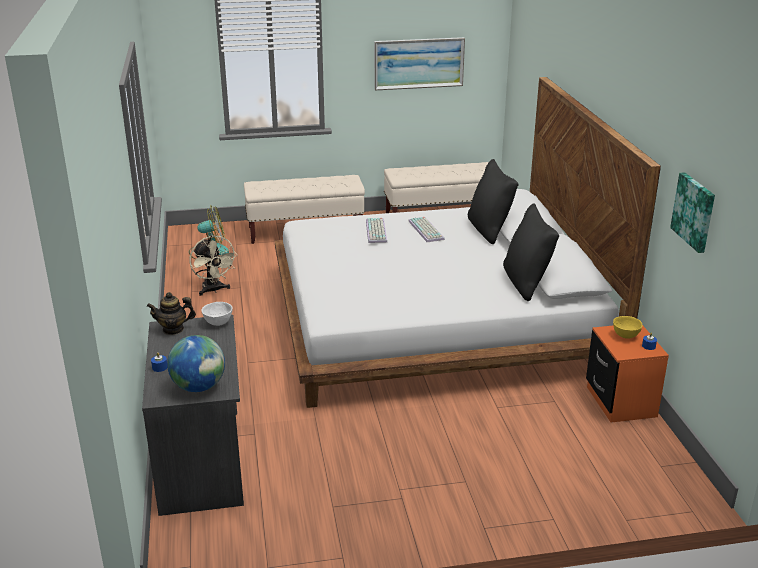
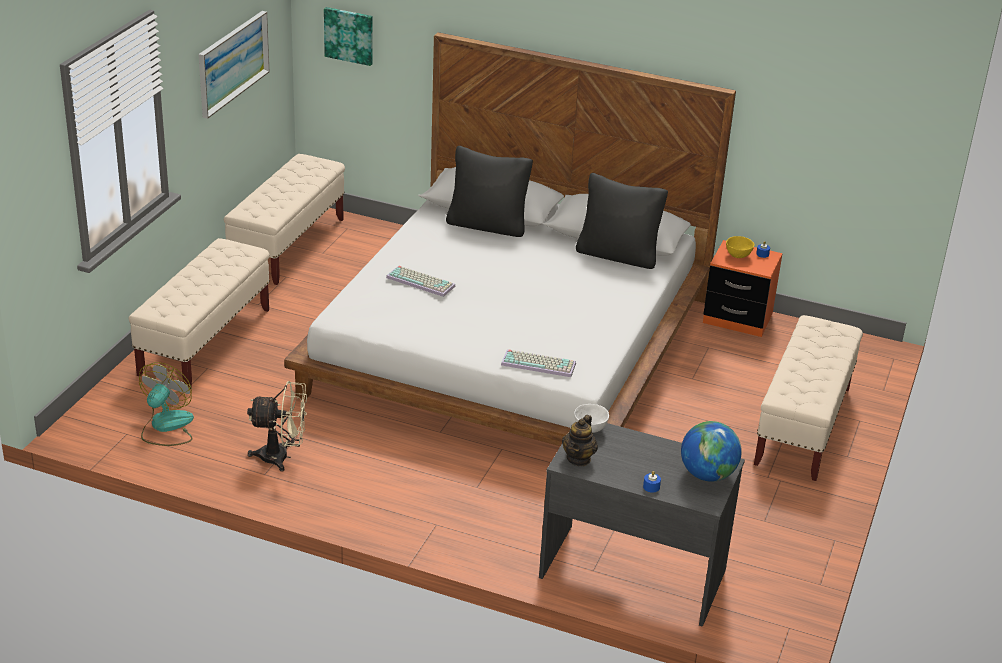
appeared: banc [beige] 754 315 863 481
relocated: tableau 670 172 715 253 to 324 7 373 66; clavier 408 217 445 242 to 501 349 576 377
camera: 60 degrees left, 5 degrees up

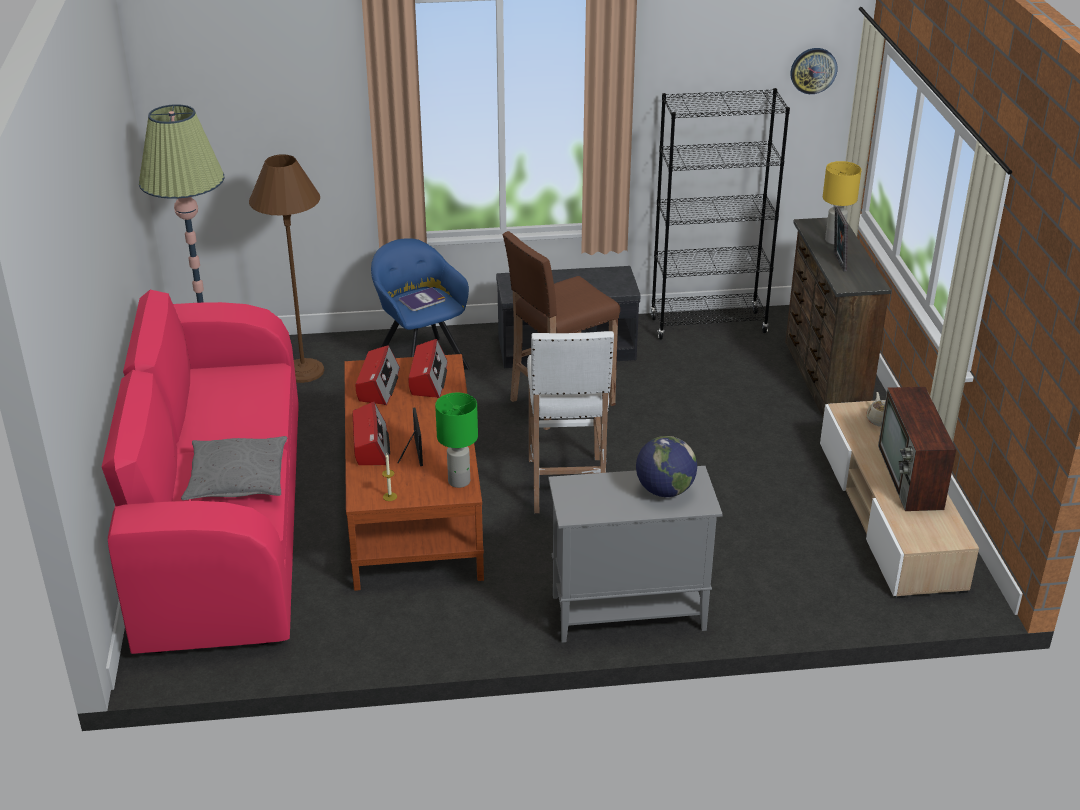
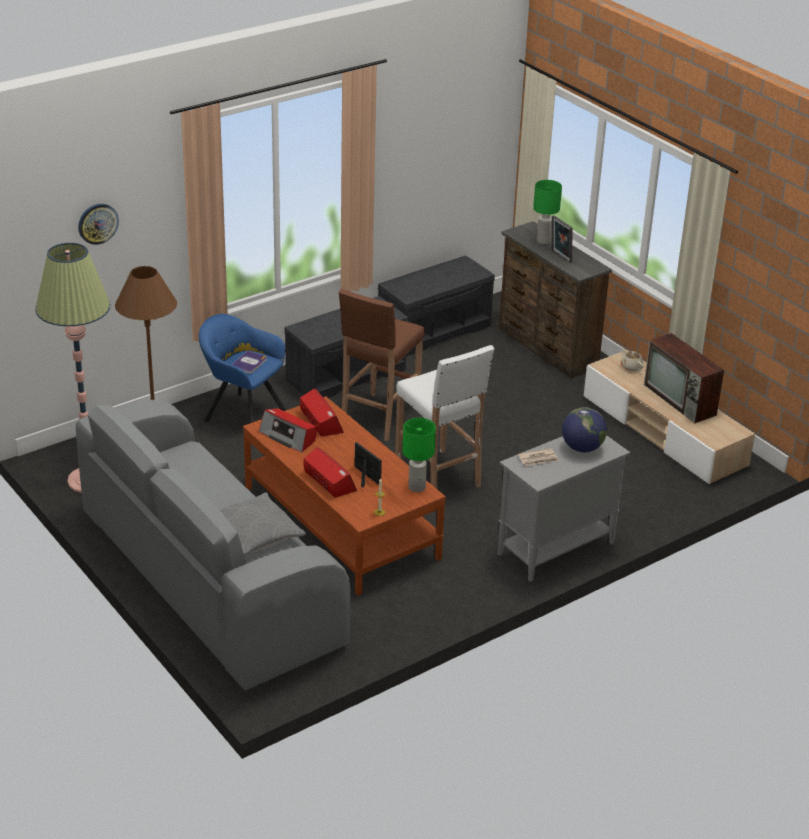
appeared: journal 518 448 559 466
relocated: horloge murale 791 48 838 94 to 78 204 119 245
exchanged: bibliothèque [noir] 650 88 790 340 to banc [gris] 378 256 495 357
colour: canapé [rose] 102 289 299 654 to canapé [gris] 76 400 350 690; lampe de table [jaune] 823 161 861 245 to lampe de table [vert] 533 180 562 244
spun: radio 356 345 400 405 = 259 408 316 453 150 degrees clockwise
camera: 30 degrees left, 0 degrees up

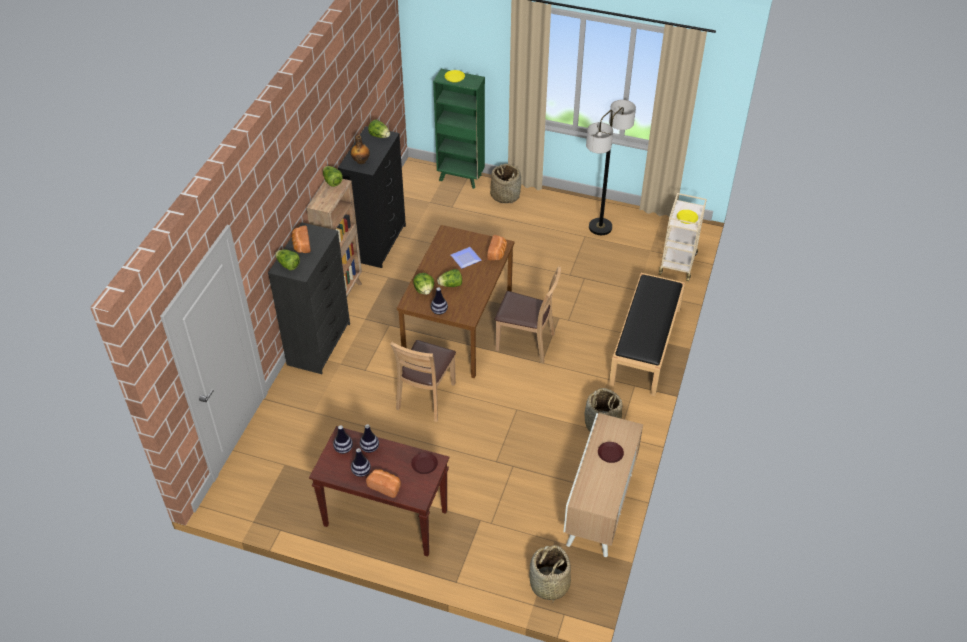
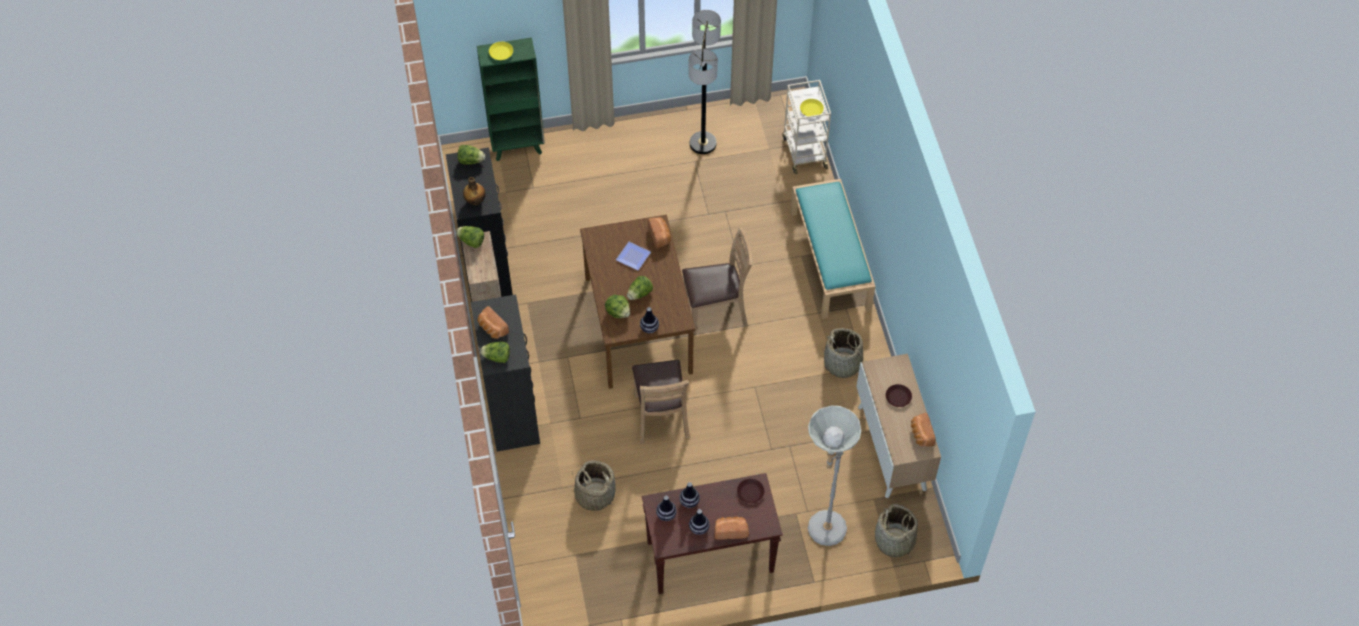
appeared: lampadaire [gris] 808 406 861 546; pain 911 413 936 447
relocated: panier 490 164 521 203 to 572 460 615 511
colour: banc [noir] 609 273 685 396 to banc [turquoise] 790 179 875 319
camera: 30 degrees left, 10 degrees up

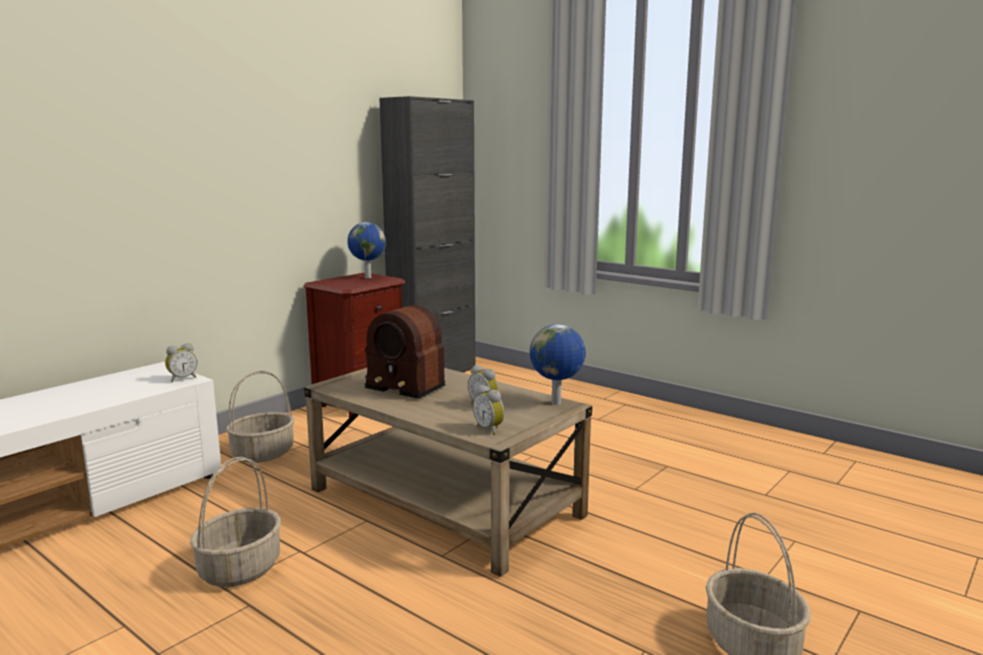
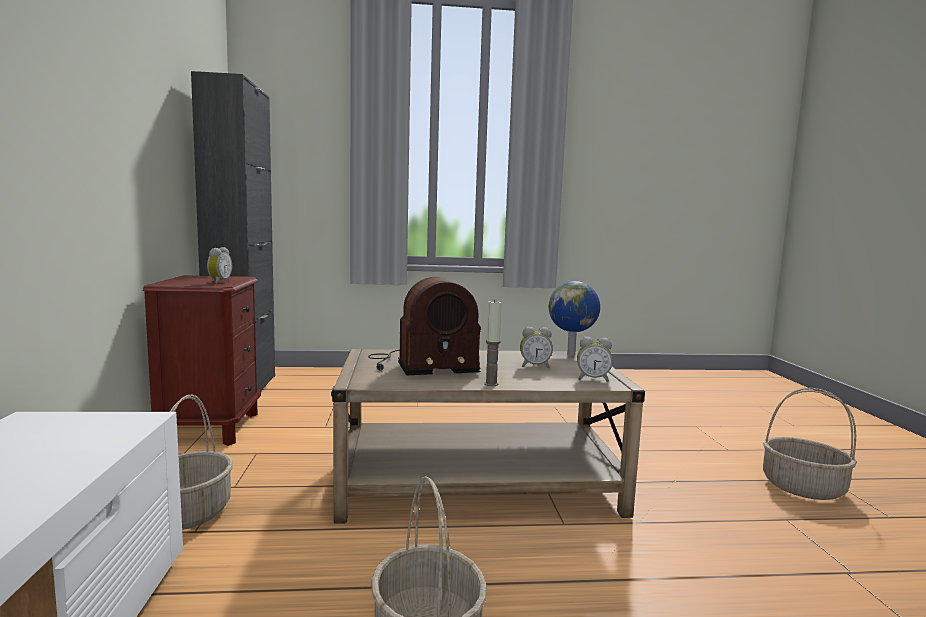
missing: globe 347 222 386 279
appeared: bougie 484 299 502 386
relocated: réveil 165 343 197 382 to 207 247 232 284
camera: 45 degrees left, 5 degrees down

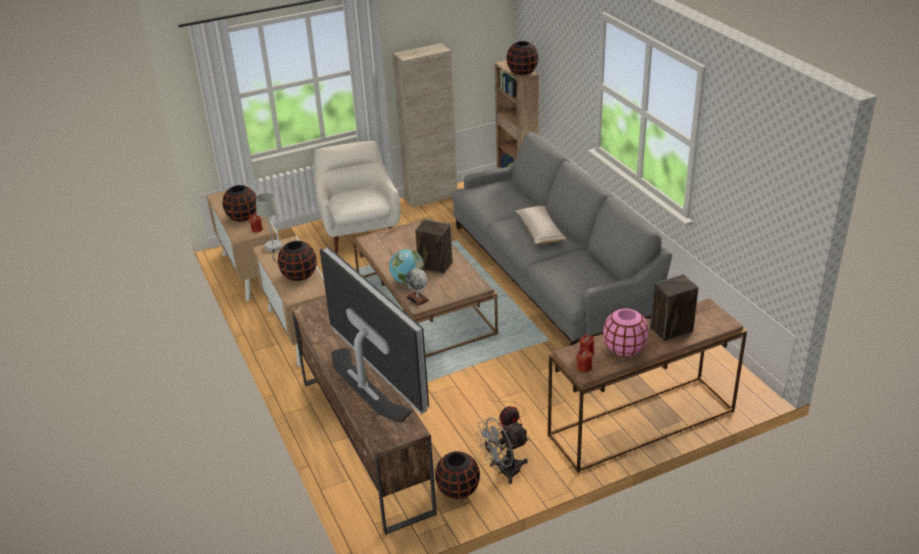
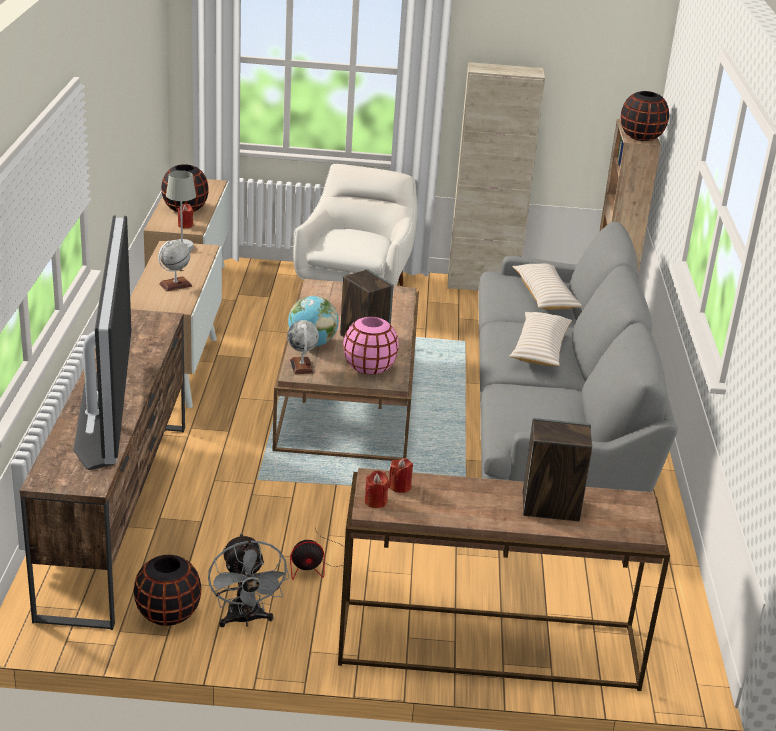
appeared: coussin [beige] 512 264 582 310
relocated: vase [rose] 603 309 649 356 to 343 317 399 375
exchanged: vase [noir] 278 241 317 281 to globe 158 240 192 291
spun: ventilateur [gris] 476 417 529 484 = 208 533 290 627 105 degrees counterclockwise
camera: 25 degrees right, 5 degrees down

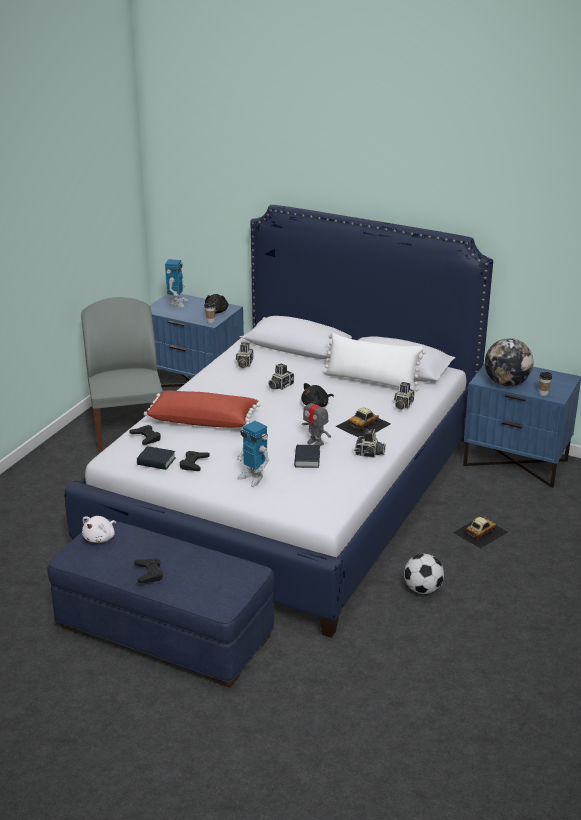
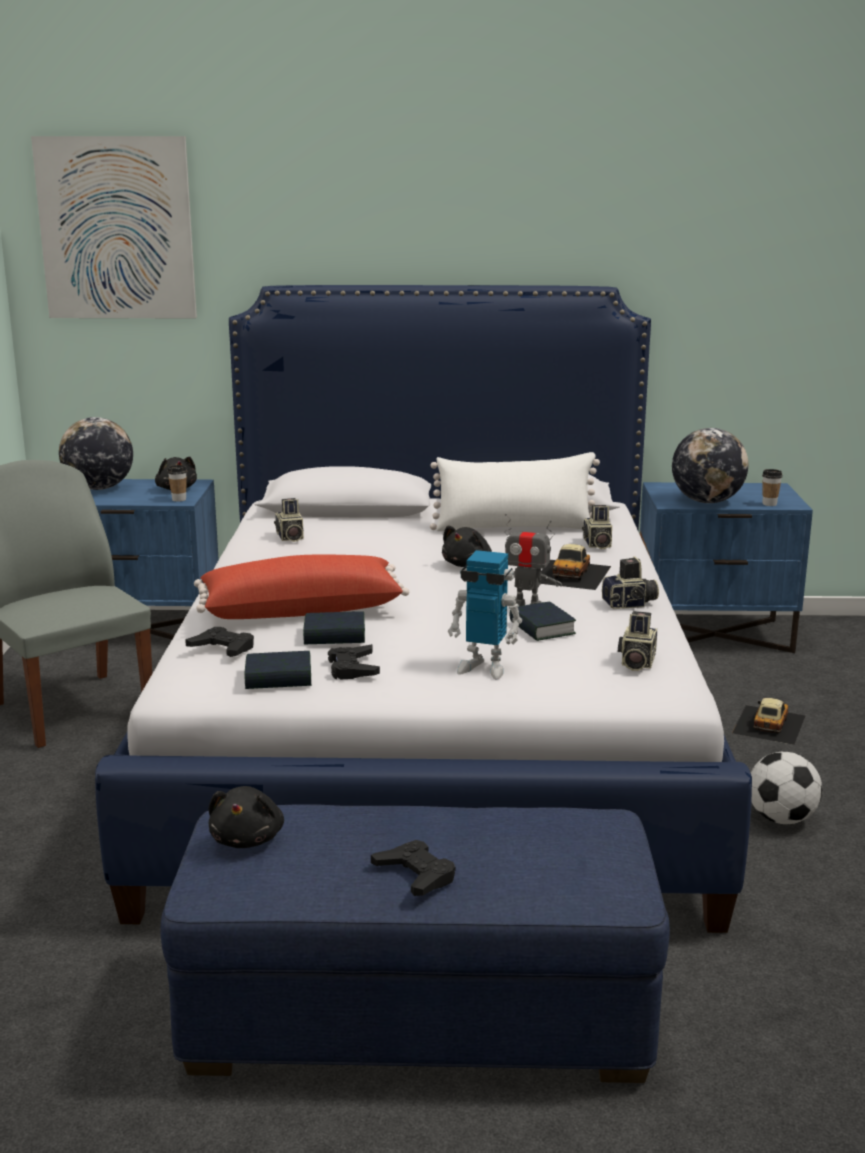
appeared: tableau 31 136 197 318; livre 303 611 365 644
relocated: appareil photo 268 363 294 390 to 618 611 657 671
exchanged: robot jouet 165 259 188 307 to globe 59 417 133 490
colour: peluche [blanc] 82 516 116 543 to peluche [noir] 209 786 284 848
camera: 25 degrees left, 10 degrees down

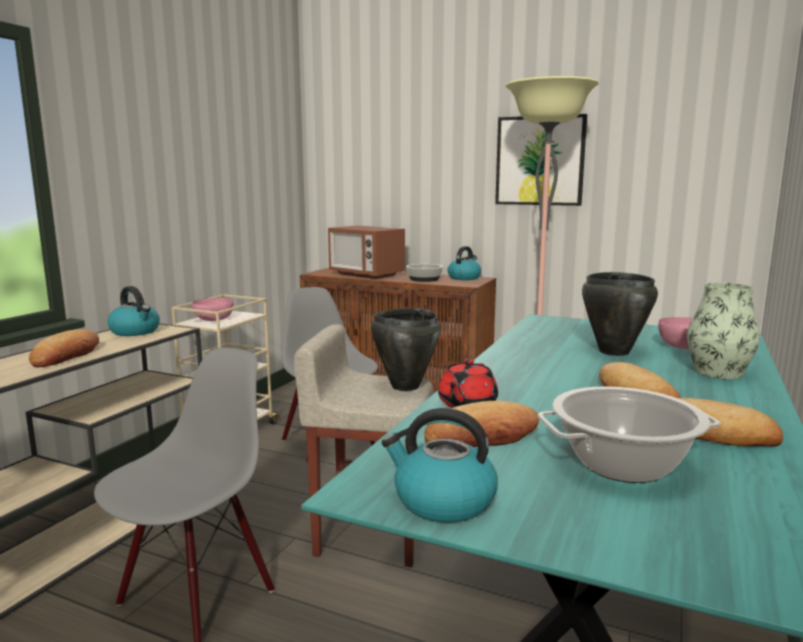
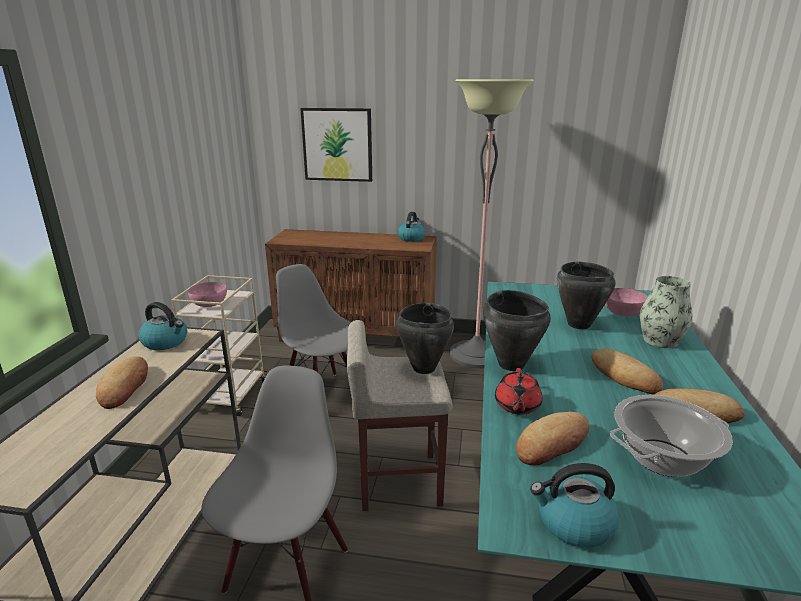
missing: micro-ondes 328 225 405 279; bol 406 264 443 282
appeared: marmite [noir] 483 290 551 371
relocated: tableau 495 114 587 206 to 300 108 372 182
camera: 15 degrees left, 10 degrees up

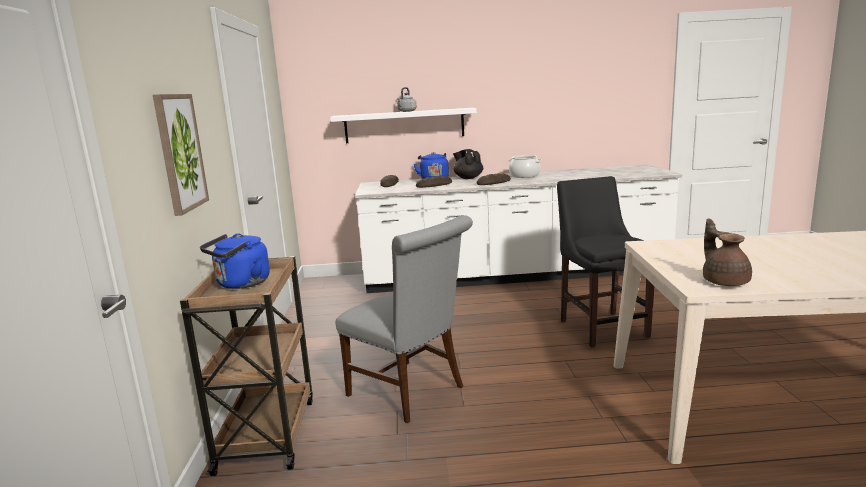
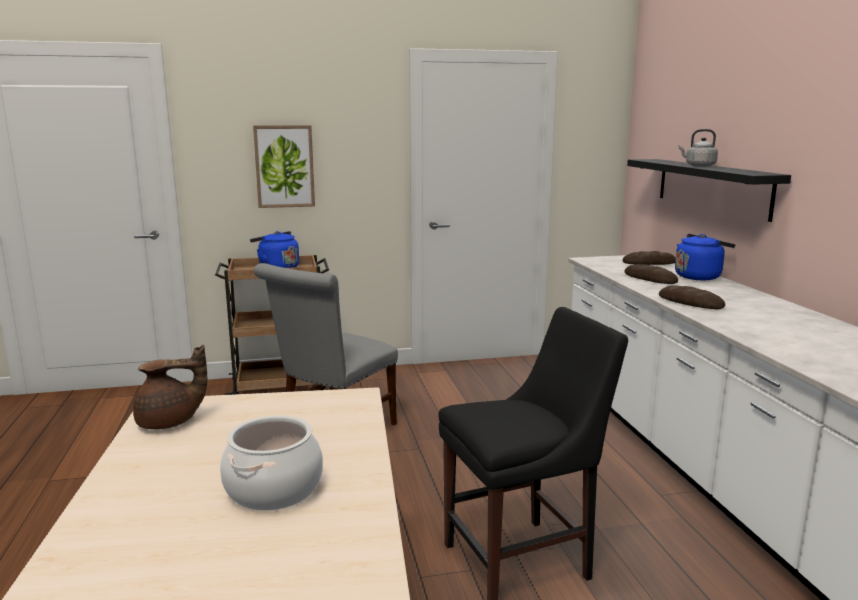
missing: théière [noir] 453 149 483 179
relocated: marmite 508 155 541 178 to 220 415 323 511
colour: étagère [blanc] 330 108 477 143 to étagère [noir] 627 159 791 222
camera: 80 degrees right, 0 degrees up

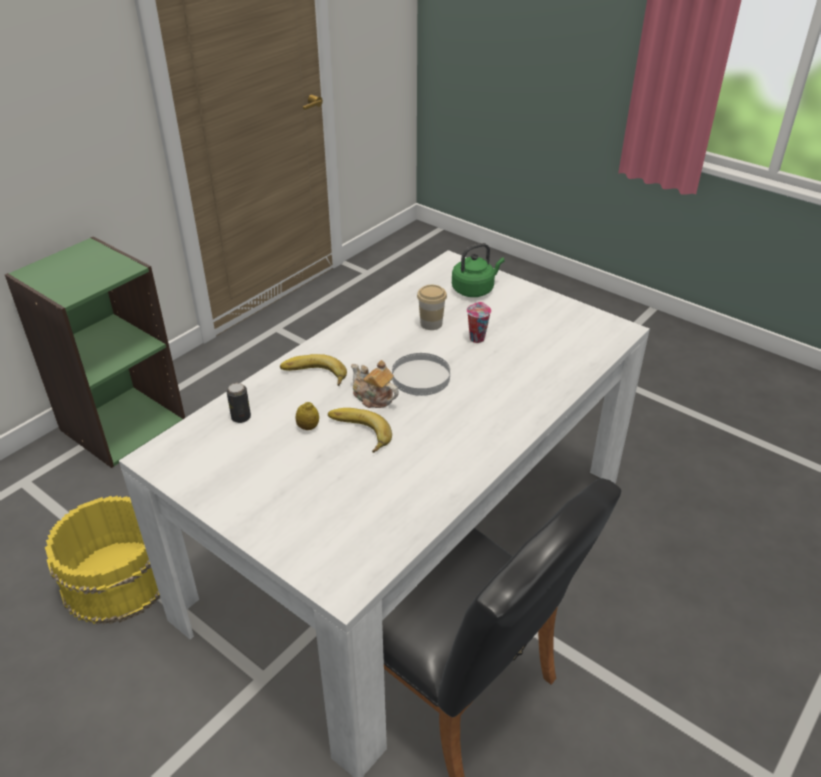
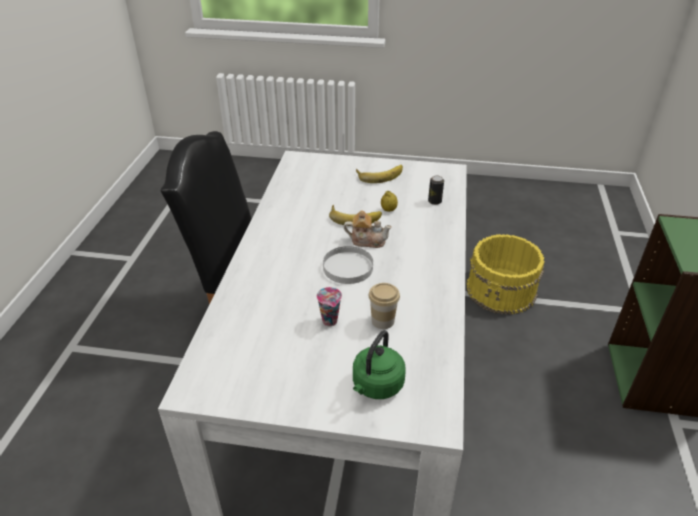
relocated: banane 280 354 347 386 to 356 165 403 183
camera: 150 degrees right, 0 degrees up

